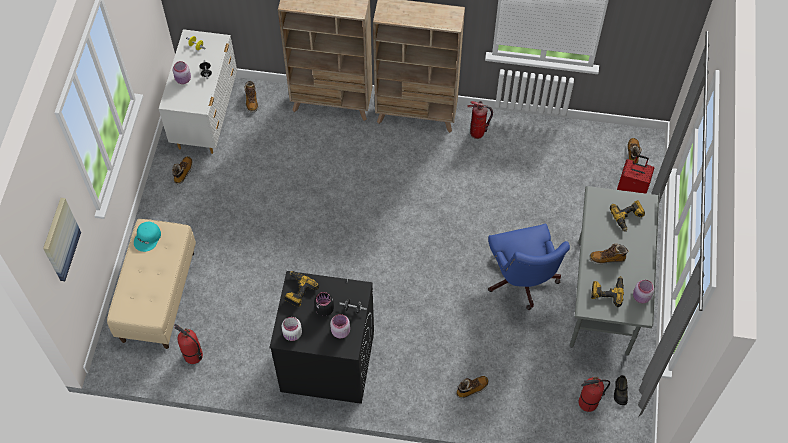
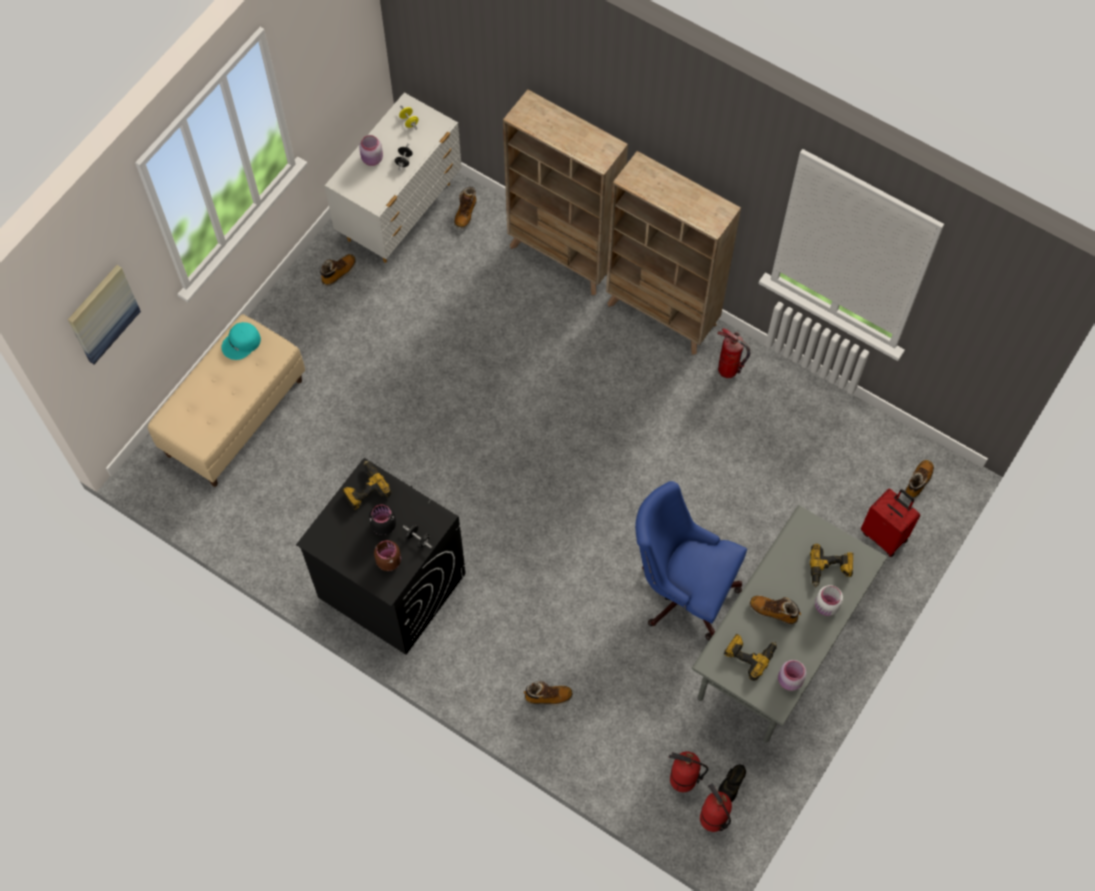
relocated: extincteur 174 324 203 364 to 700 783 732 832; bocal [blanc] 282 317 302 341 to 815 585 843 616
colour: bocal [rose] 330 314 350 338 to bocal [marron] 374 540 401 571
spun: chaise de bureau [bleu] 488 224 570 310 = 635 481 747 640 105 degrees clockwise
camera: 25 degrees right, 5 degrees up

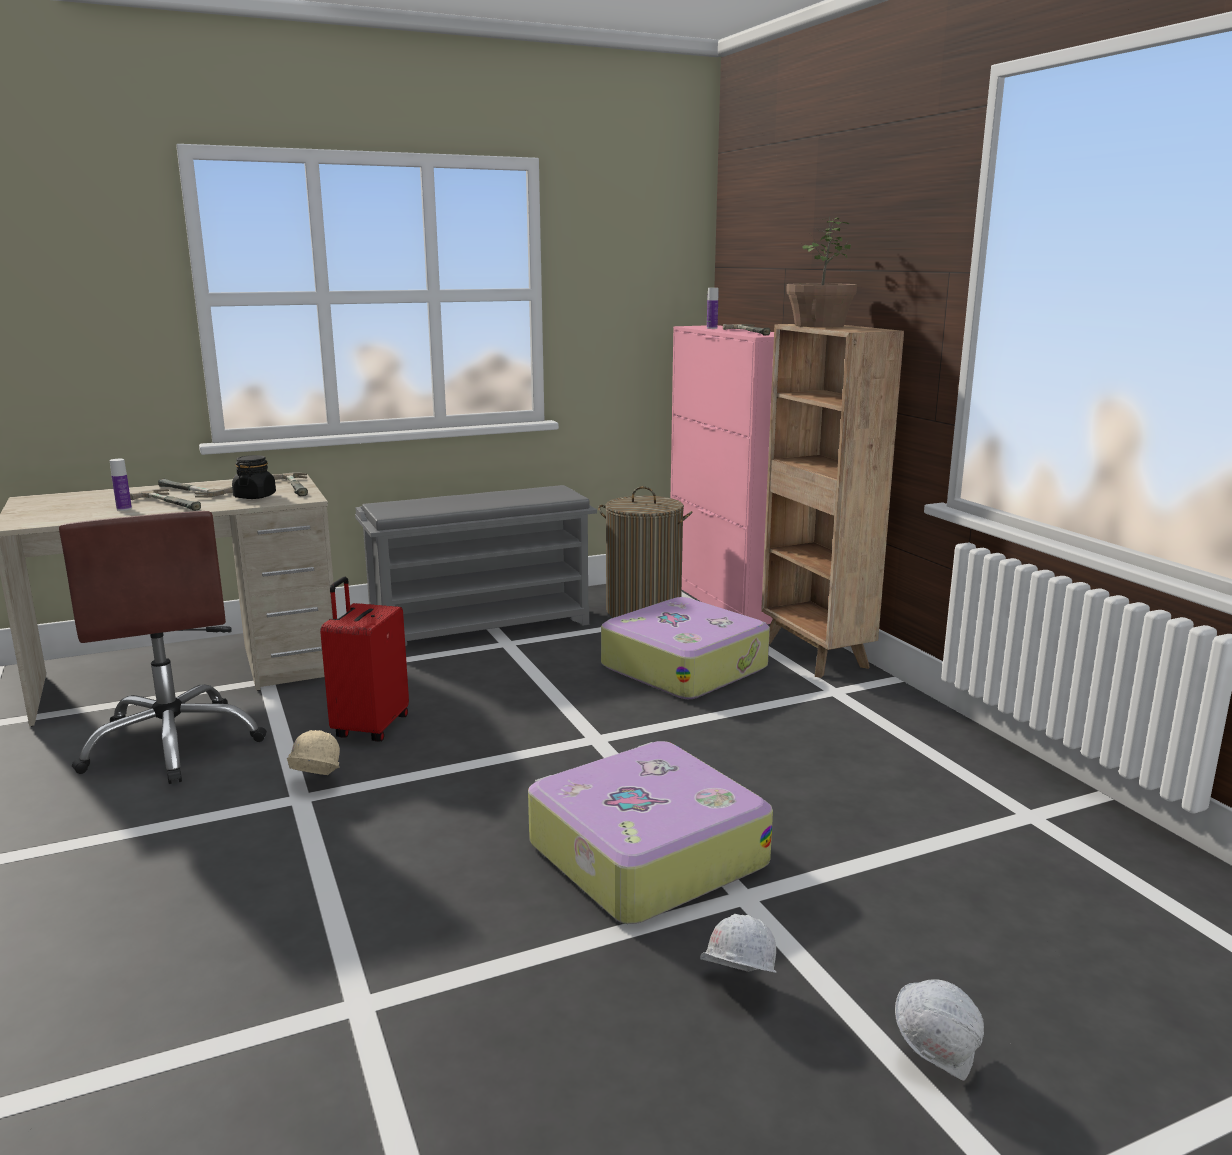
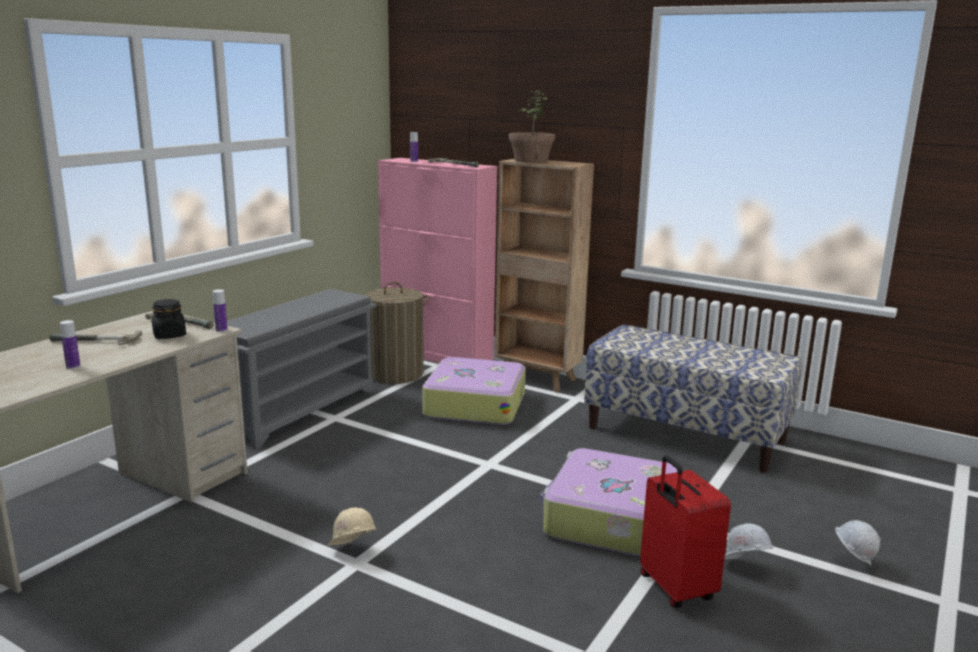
missing: chaise de bureau [marron] 59 511 267 784; marteau 130 489 201 511
appeared: bouteille 213 289 228 332; banc 584 324 802 473
relocated: valise [rouge] 320 577 409 742 to 640 455 731 608
camera: 35 degrees left, 0 degrees up

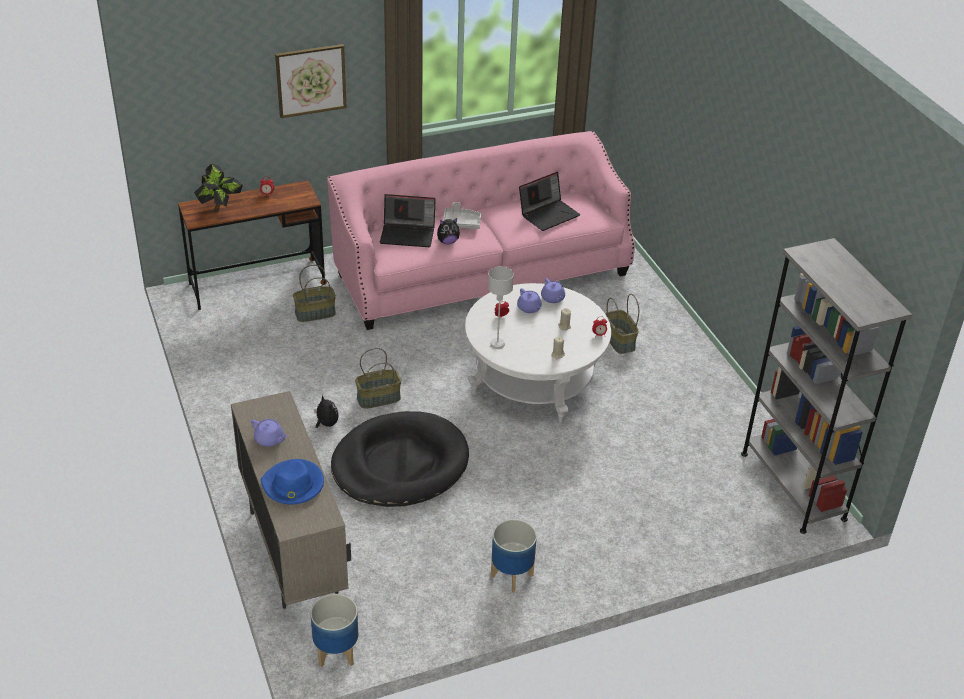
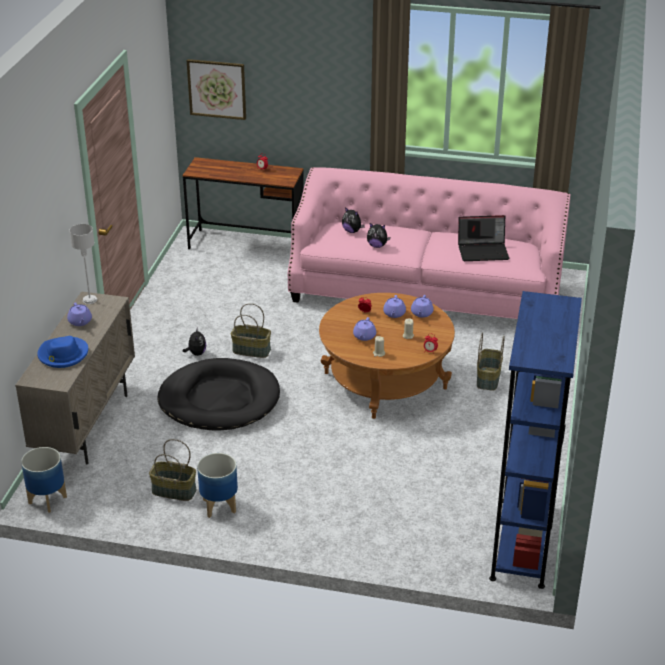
missing: plante en pot 194 163 243 213; plateau [gris] 443 202 481 229
appeared: théière [violet] 353 317 376 341
relocated: lampe de table [gris] 488 266 514 349 to 69 224 97 304; panier 293 265 336 322 to 149 439 196 501; tableau 275 44 347 118 to 187 59 246 120
exchanged: ordinateur portable 380 194 436 247 to peluche 342 207 365 233
colour: table basse [blanc] 465 283 611 423 to table basse [marron] 319 293 455 419; bibliothèque [gris] 741 238 912 534 to bibliothèque [bleu] 489 291 582 589
camera: 35 degrees right, 5 degrees down

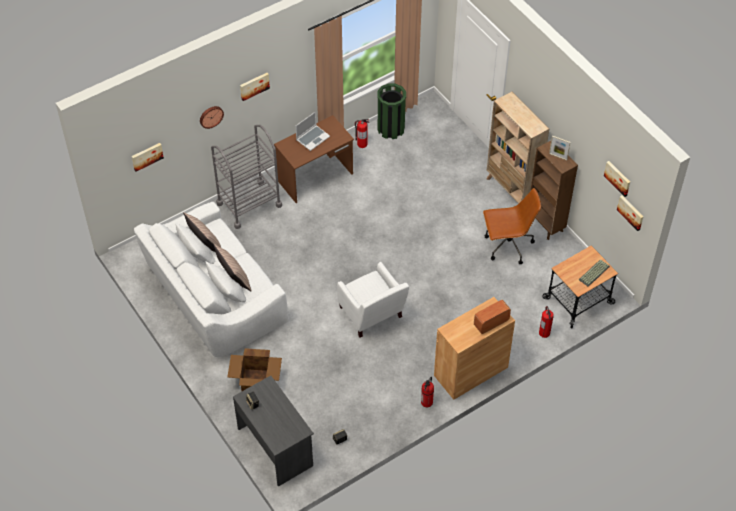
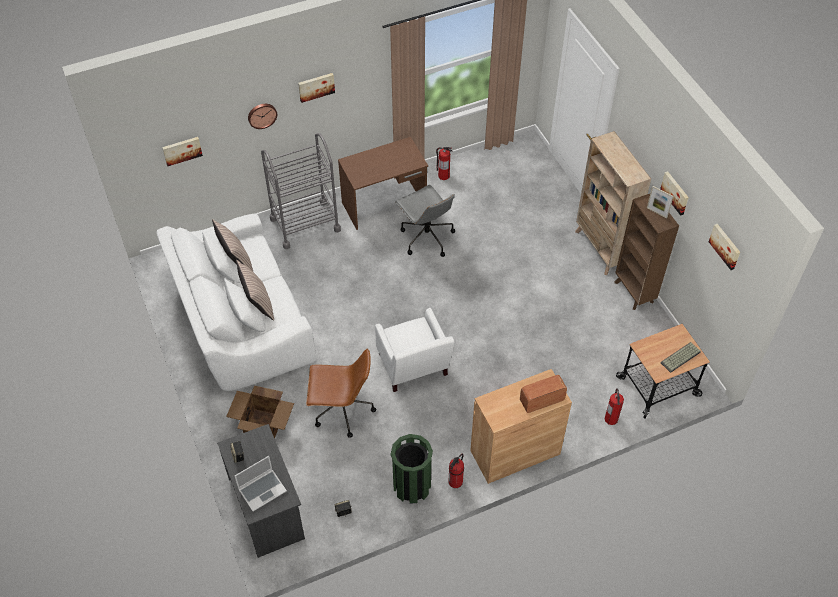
appeared: chaise de bureau [gris] 395 185 455 257
relocated: ordinateur portable 296 111 330 151 to 235 456 287 511; chaise de bureau [marron] 483 188 541 264 to 306 348 376 438; poubelle [vert] 377 84 406 139 to 391 434 433 504; tableau 617 196 643 231 to 660 171 689 216
camera: 10 degrees right, 0 degrees up

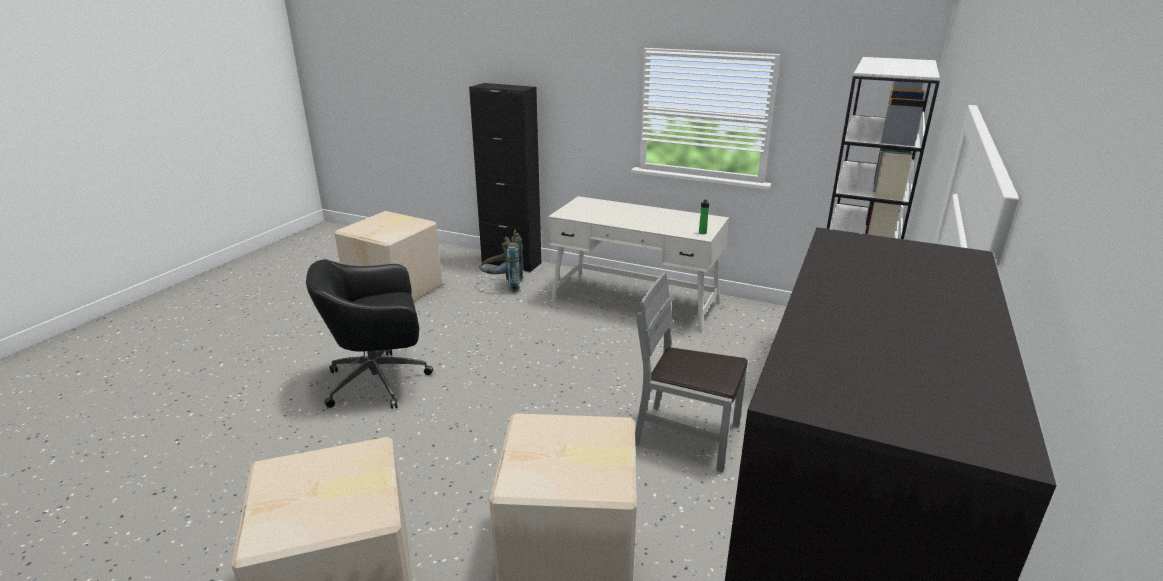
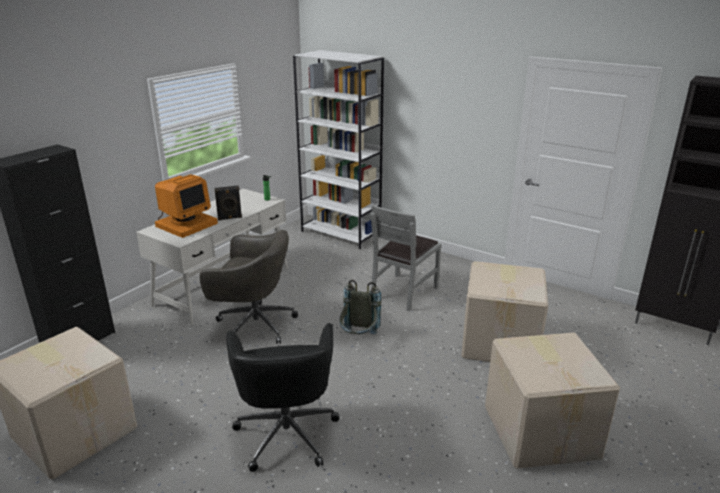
appeared: écran d'ordinateur 155 174 218 238; chaise de bureau [gris] 200 230 298 344; enceinte [noir] 214 185 242 221
relocated: sac à dos [gris] 479 230 524 292 to 340 280 381 335
camera: 80 degrees left, 0 degrees up

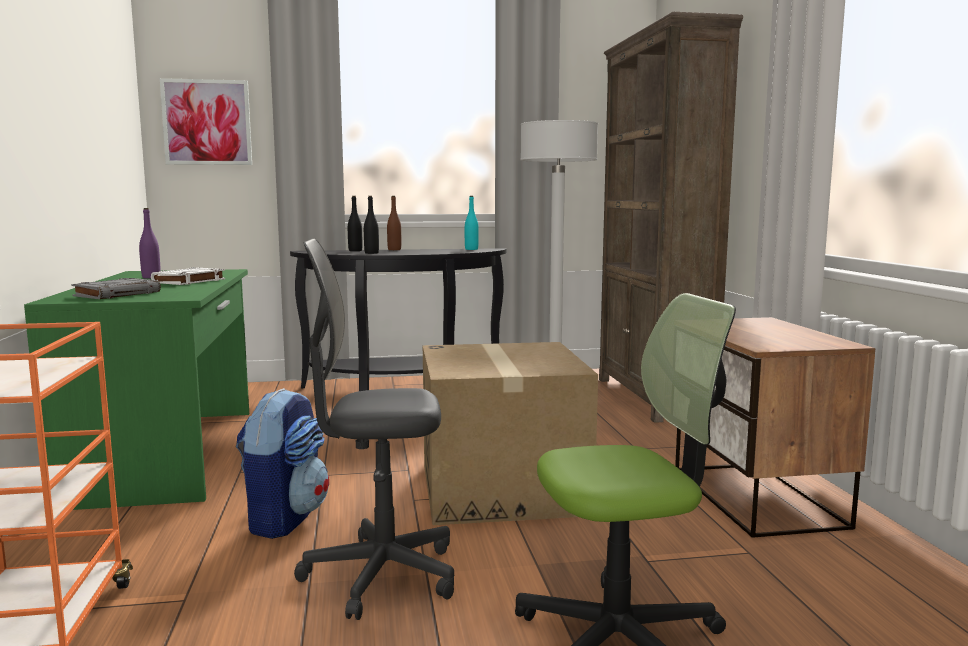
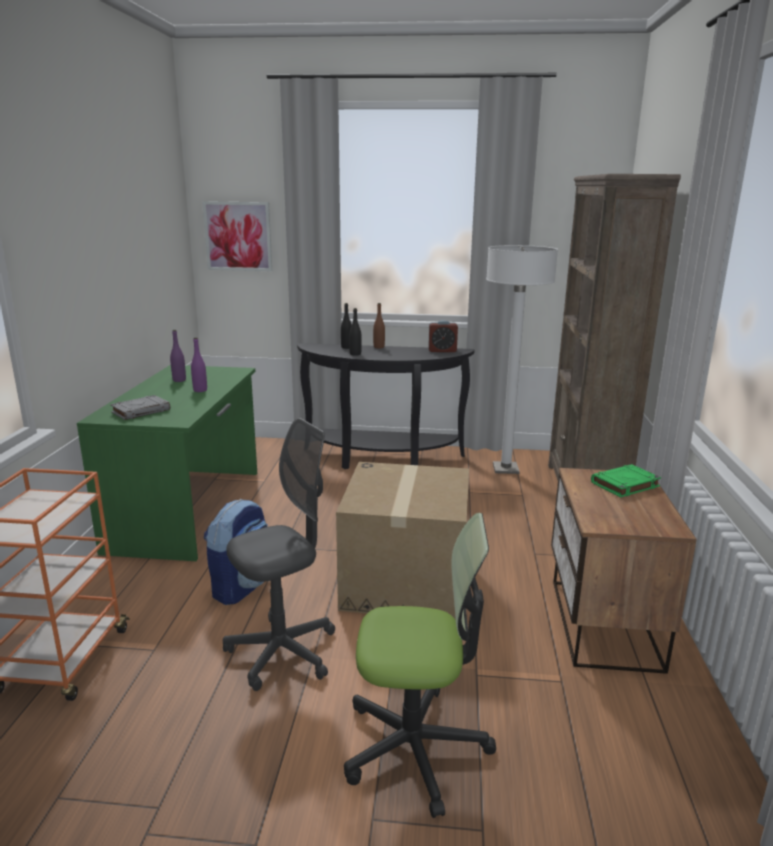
appeared: livre [vert] 591 464 661 498
exchanged: livre [blanc] 151 267 225 285 to bouteille [violet] 191 337 207 392; bouteille [turquoise] 465 196 479 250 to réveil 428 320 458 352
spun: chaise de bureau [gris] 294 238 454 620 = 223 418 335 691 135 degrees clockwise
camera: 15 degrees right, 10 degrees up

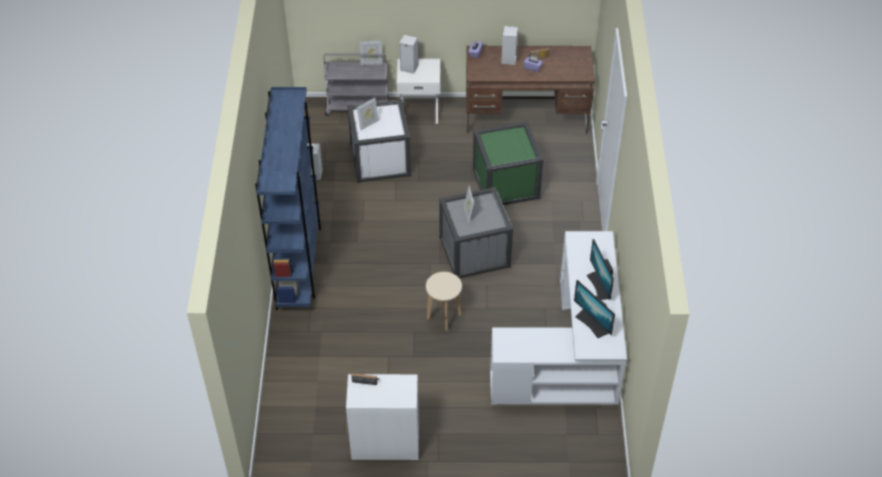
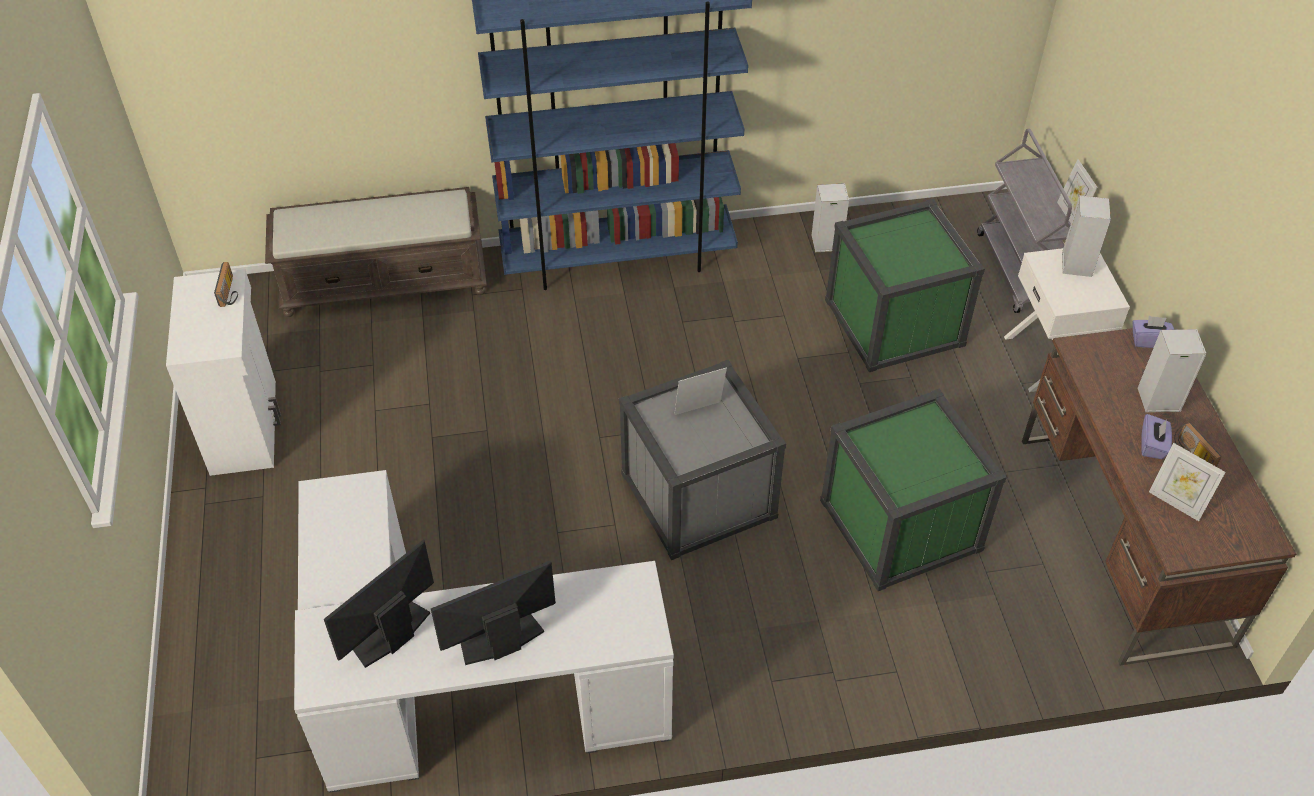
missing: tabouret [beige] 426 272 462 331
appeared: banc [marron] 265 187 487 317
relocated: cadre photo 357 98 379 130 to 1149 443 1226 521
colour: boîte de rangement [blanc] 347 99 411 183 to boîte de rangement [vert] 825 199 985 372
camera: 80 degrees right, 0 degrees up

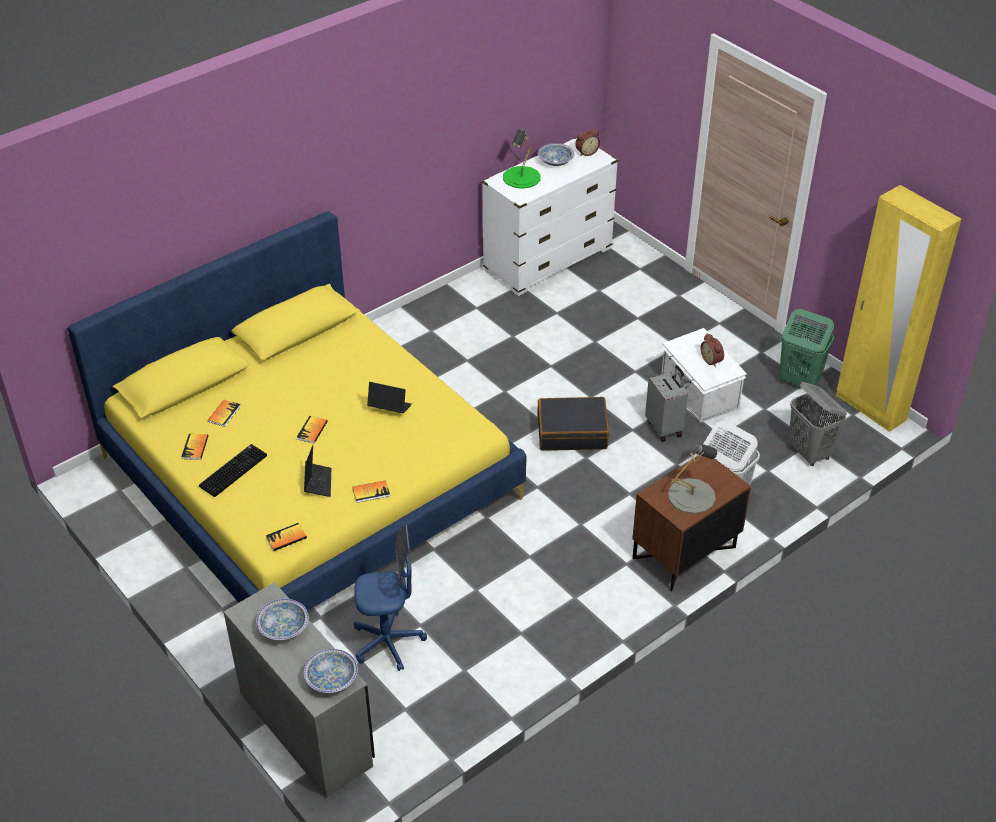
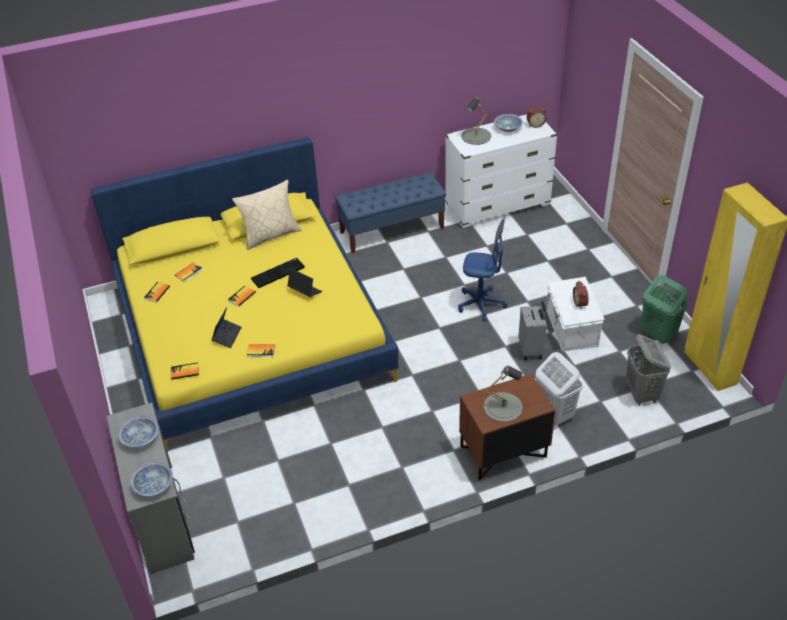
missing: valise [noir] 537 397 609 451
appeared: coussin [beige] 232 180 301 250; banc [bleu] 335 172 446 253
relocated: clavier 199 444 267 497 to 251 258 305 288; chaise de bureau [bleu] 354 524 427 671 to 458 219 507 321
colour: lampe de table [vert] 503 129 541 189 to lampe de table [gris] 461 97 491 145
camera: 20 degrees right, 0 degrees up

